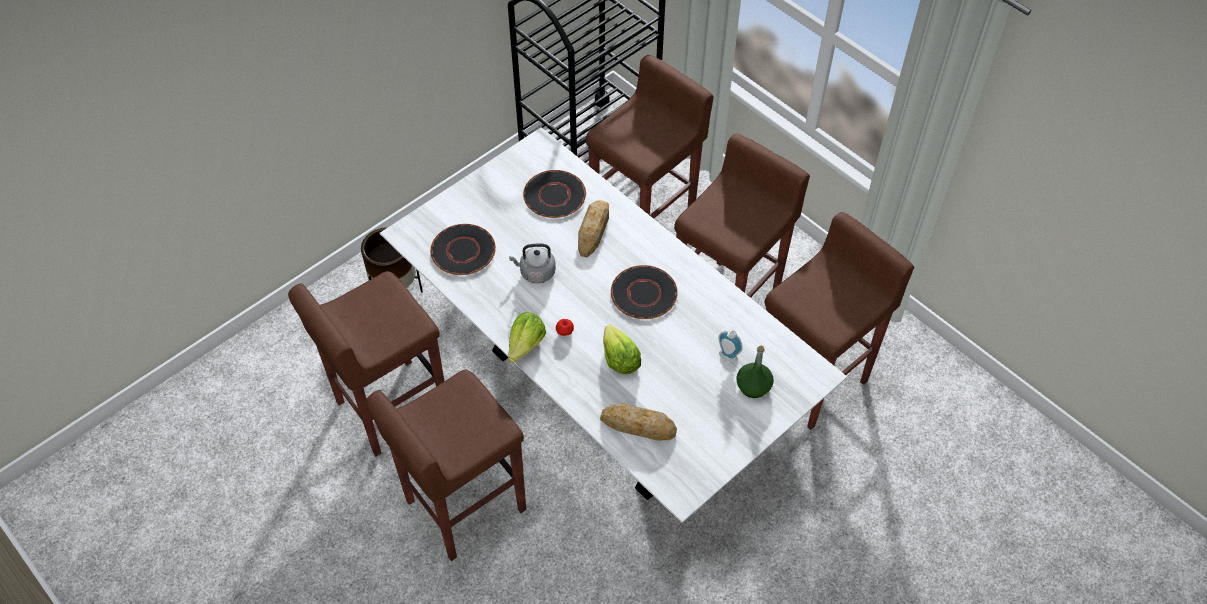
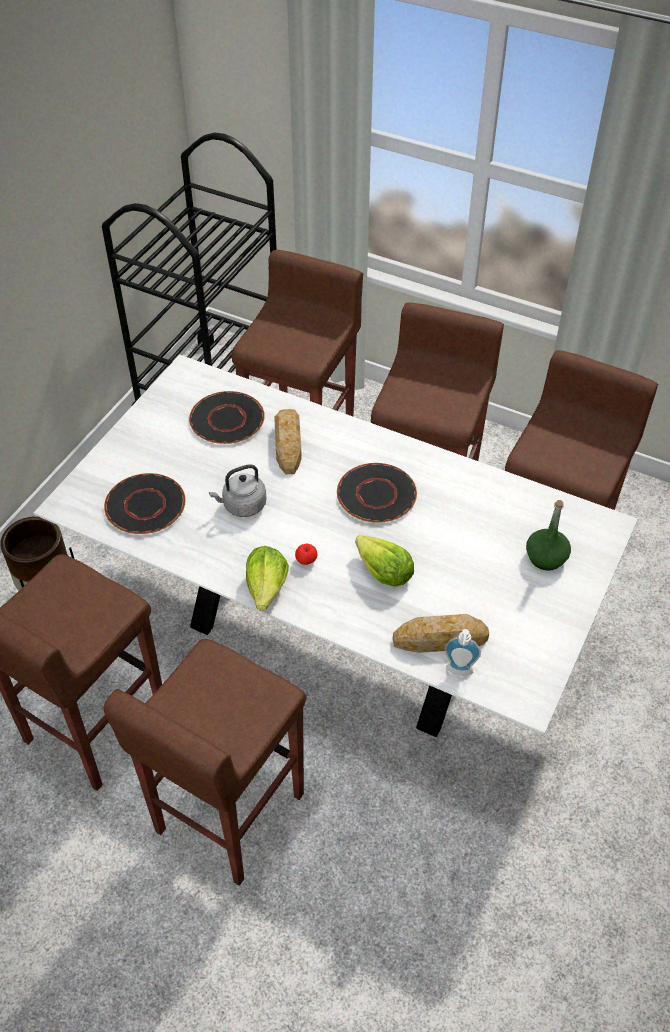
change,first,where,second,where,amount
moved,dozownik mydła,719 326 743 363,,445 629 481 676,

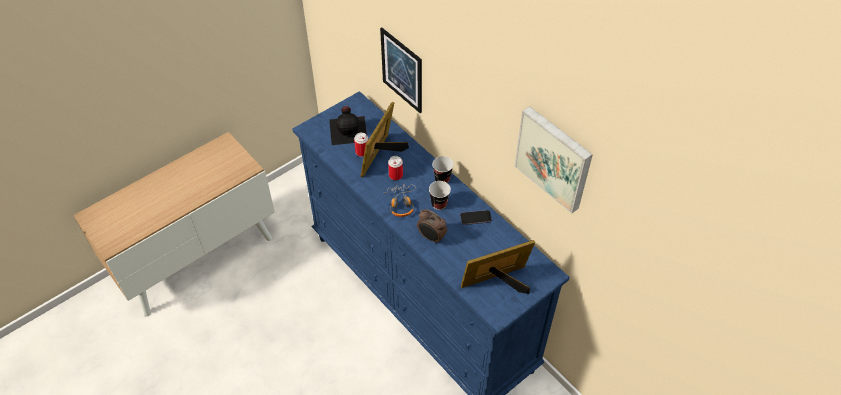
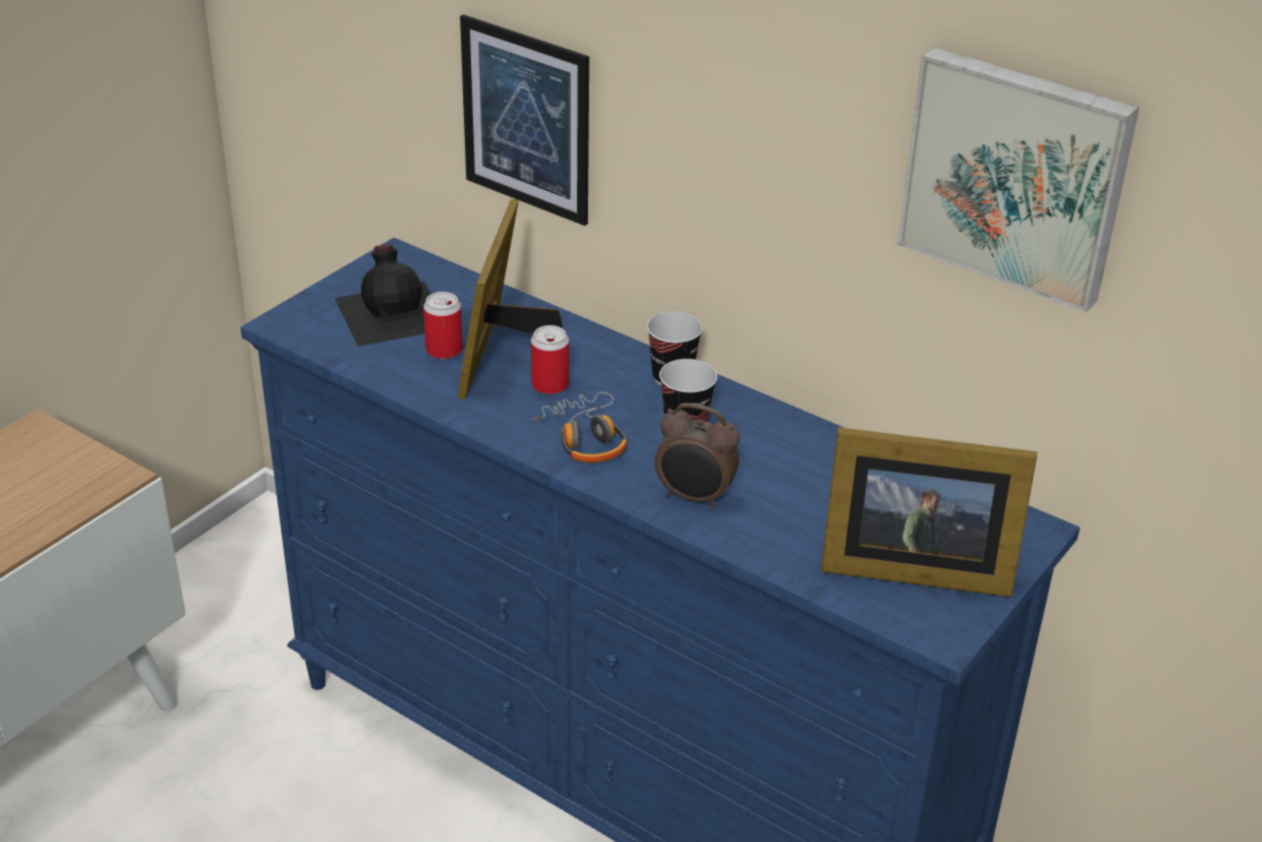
change,first,where,second,where,amount
removed,telefon,460 210 492 225,,,
turned,ramka na zdjęcie,461 240 535 294,,821 427 1037 597,135 degrees counterclockwise

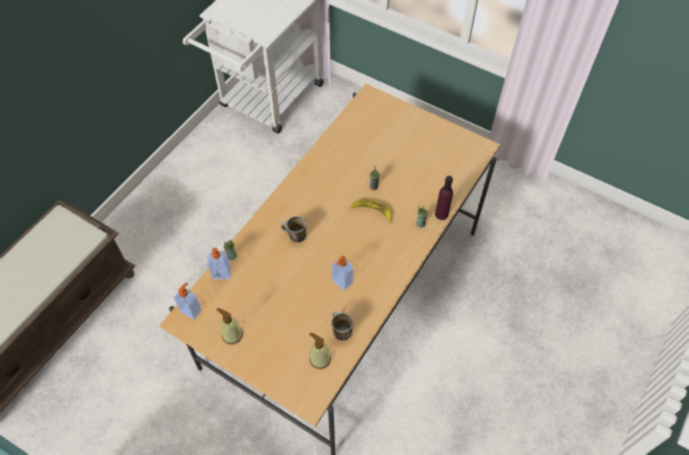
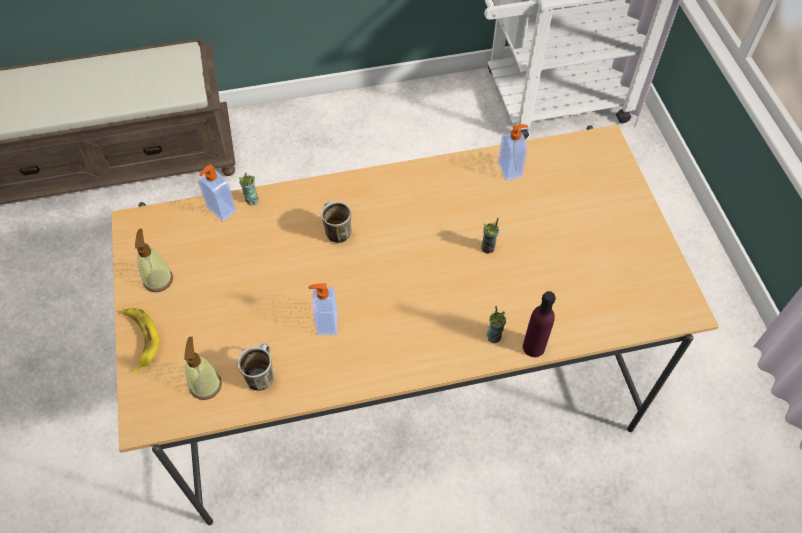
change,first,where,second,where,amount
moved,dozownik mydła,174 283 202 320,,498 124 528 181,
moved,banan,351 199 392 223,,122 308 159 373,

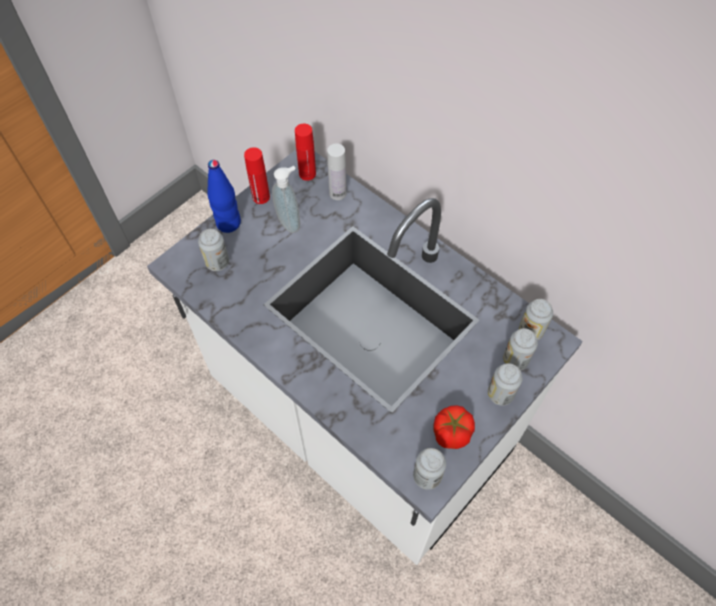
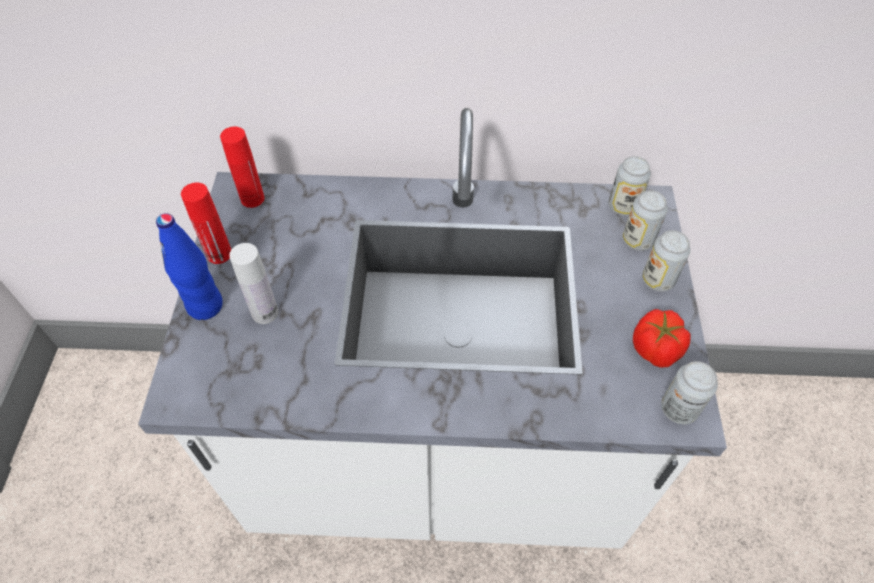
change,first,where,second,where,amount
removed,puszka,198 229 229 271,,,
removed,dozownik mydła,272 166 300 233,,,
moved,butelka/biały,327 143 347 200,,229 243 278 324,

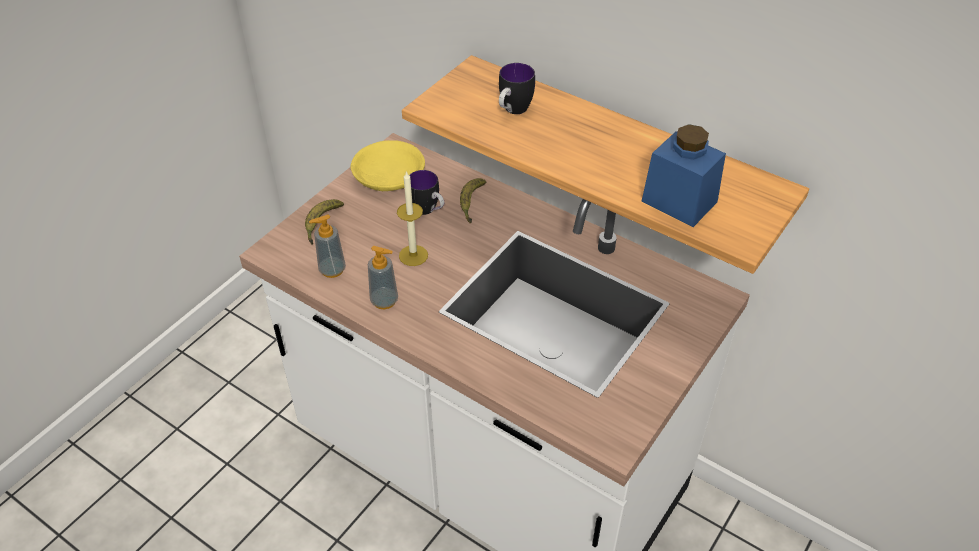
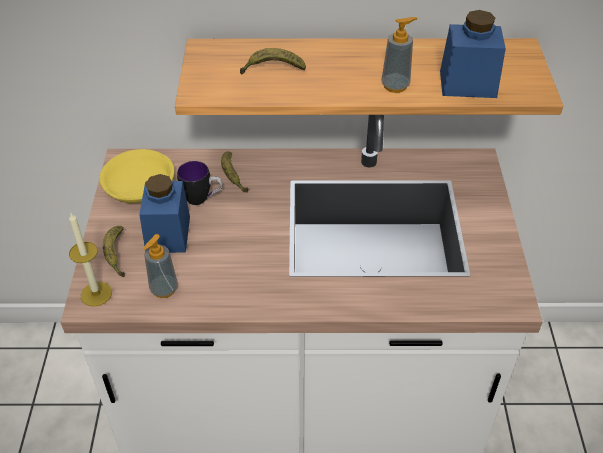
change,first,where,second,where,amount
added,,,słoik/niebieski,139 174 190 253,
moved,dozownik mydła,368 246 398 309,,381 17 418 93,
moved,świeca,397 171 428 266,,69 213 112 307,
replaced,kubek,499 63 535 114,banan,240 48 306 74,

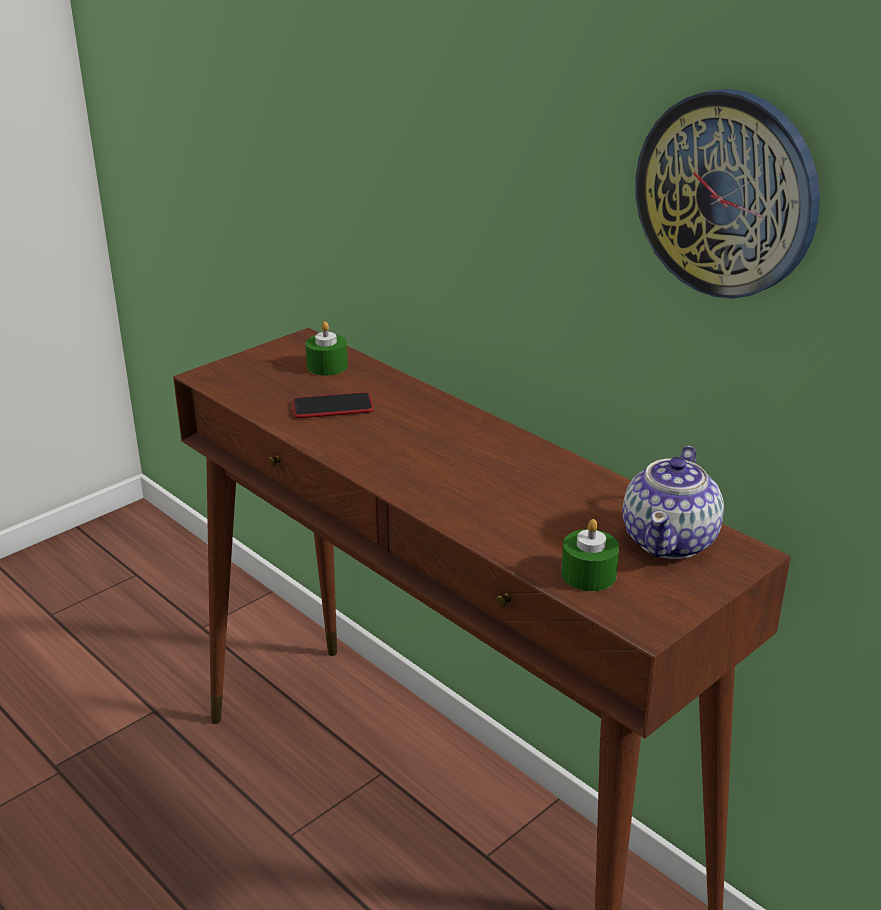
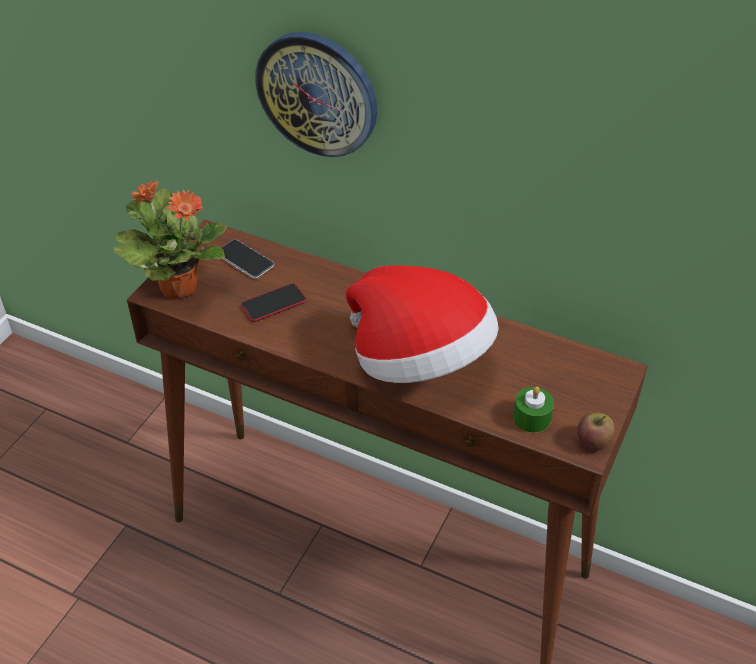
change,first,where,second,where,amount
removed,imbryk,622 446 724 559,,,
added,,,roślina doniczkowa,113 181 227 300,
added,,,kapelusz,346 265 499 383,
added,,,jabłko,577 412 615 451,
moved,zegar ścienny,635 89 820 299,,255 32 377 157,
replaced,świeca/zielony,305 321 348 376,telefon,221 239 274 279,

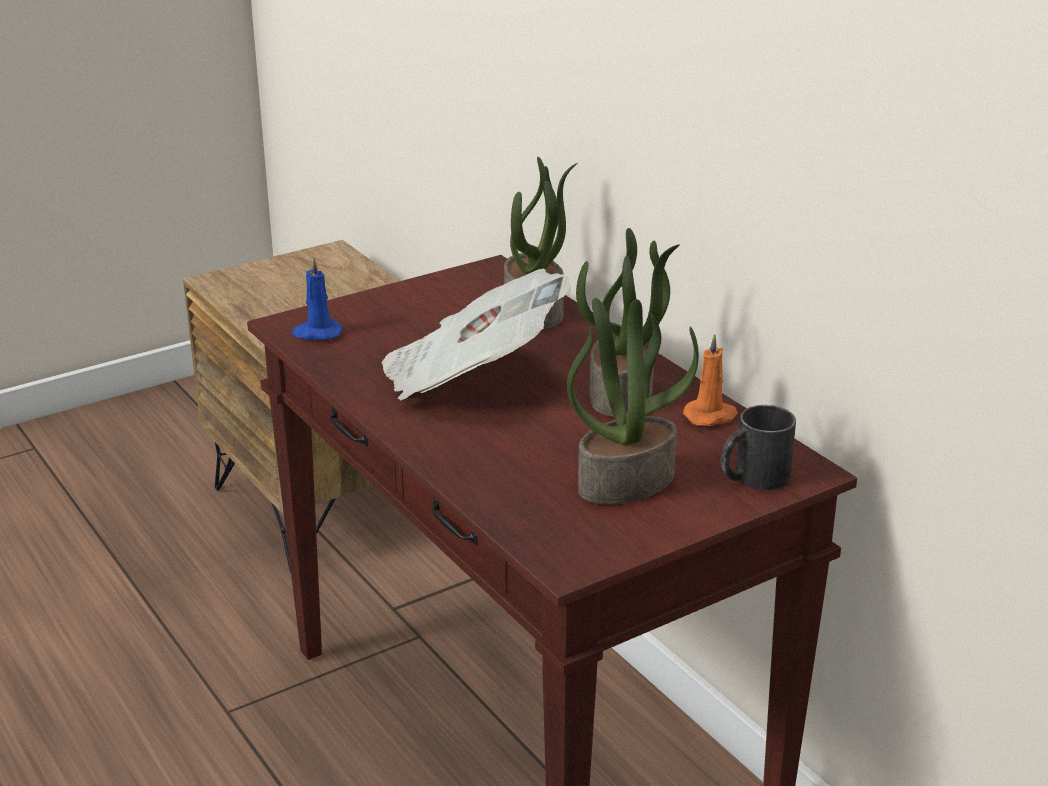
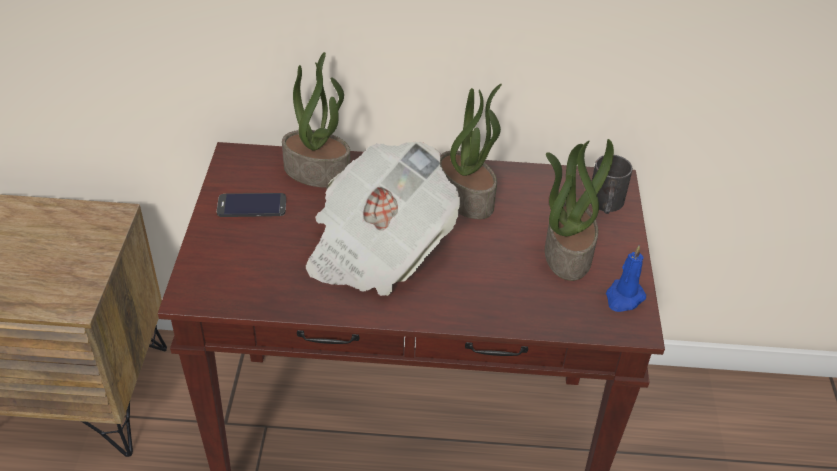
change,first,where,second,where,amount
removed,świeca/pomarańczowy,683 334 738 426,,,
added,,,telefon,217 193 286 217,
moved,świeca/niebieski,292 256 343 340,,606 245 646 312,

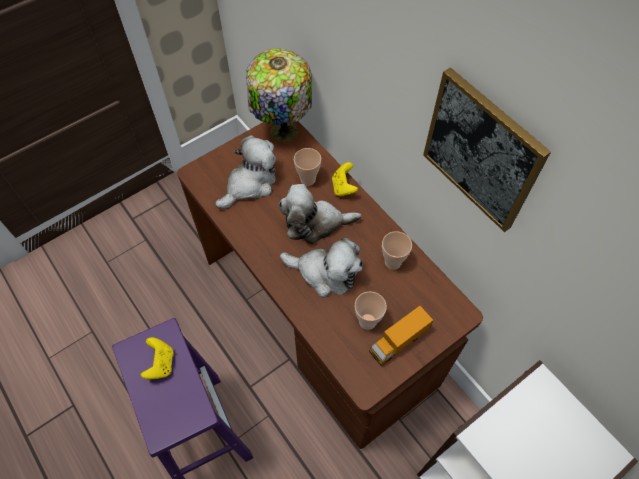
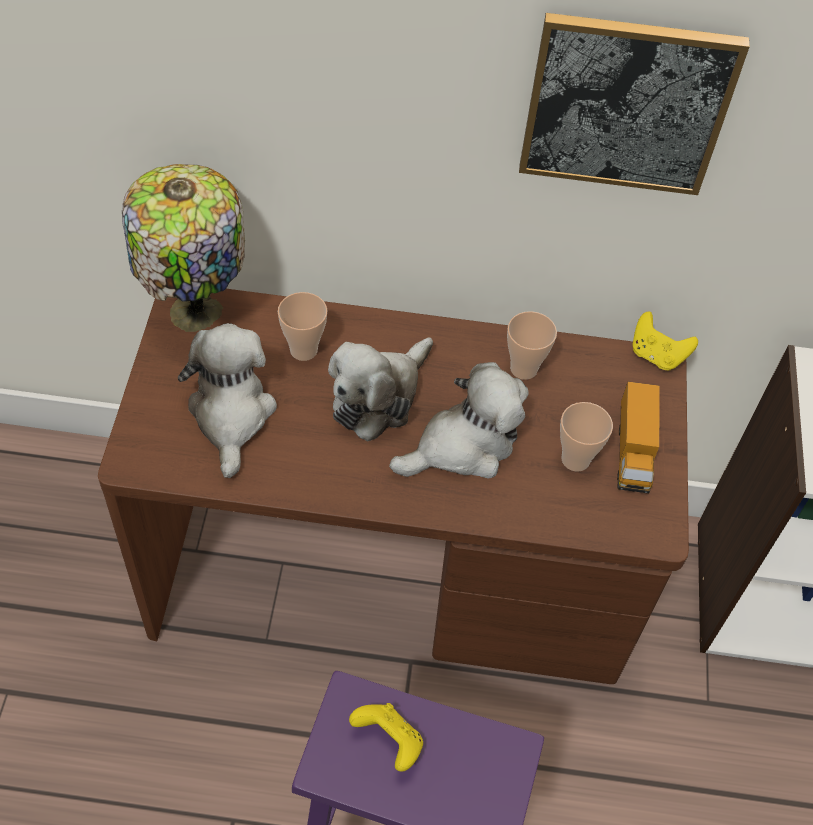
change,first,where,second,where,amount
moved,pad do gier/żółty,332 162 358 197,,632 312 698 370,

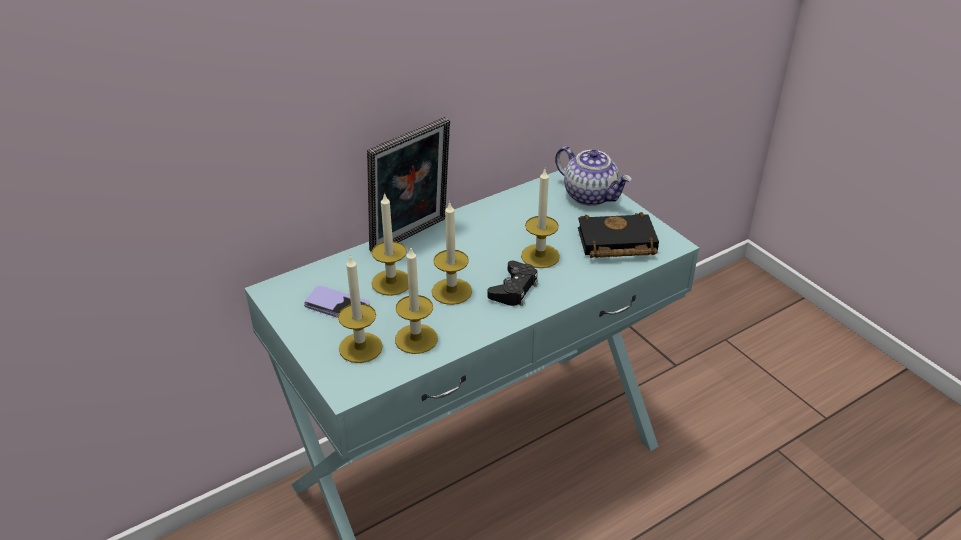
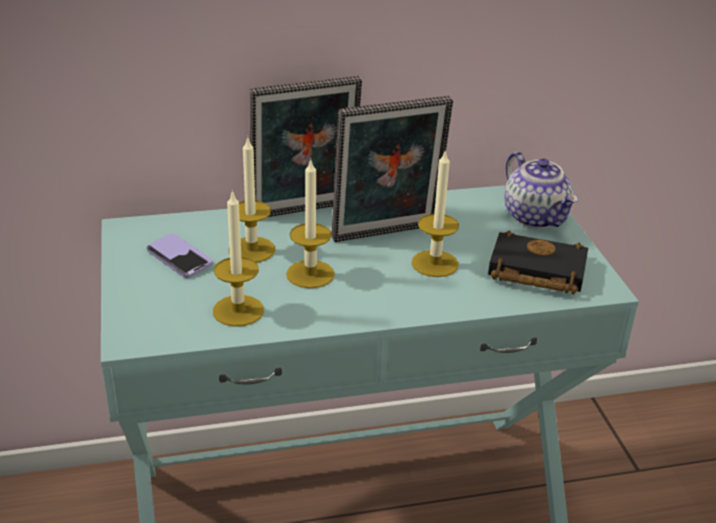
change,first,where,second,where,amount
removed,świeca,338 255 383 363,,,
removed,pad do gier/czarny,488 261 538 306,,,
added,,,ramka na zdjęcie,332 96 453 242,

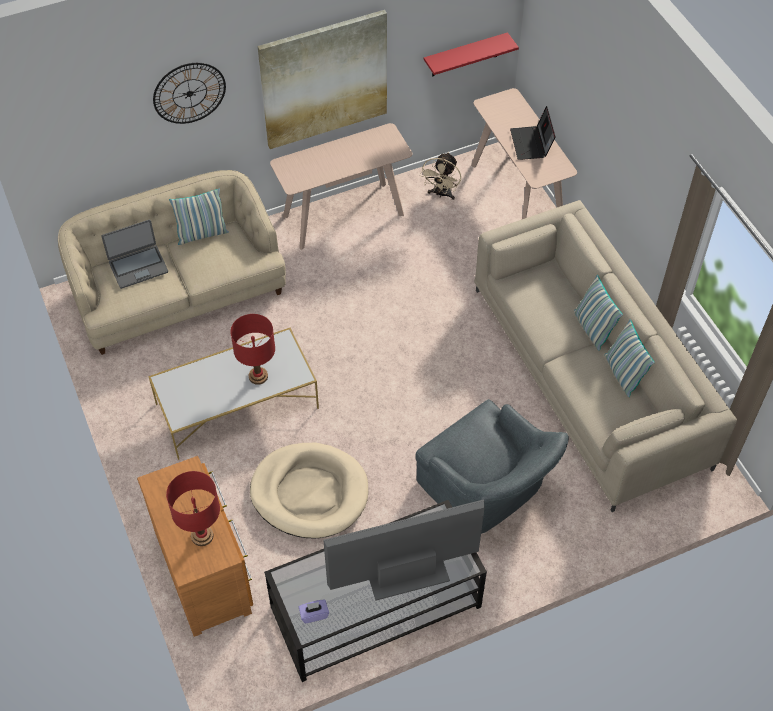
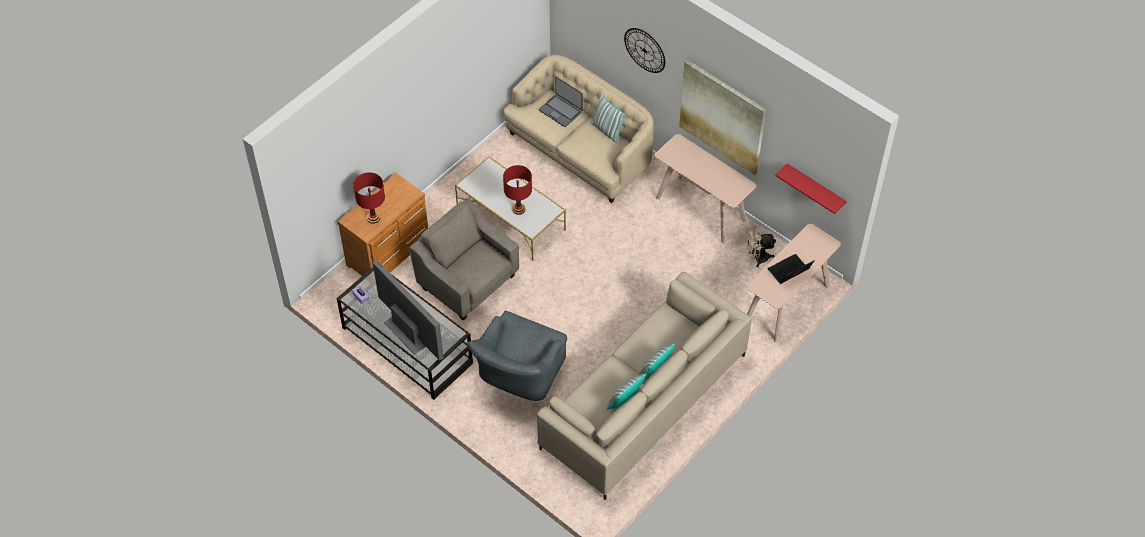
change,first,where,second,where,amount
replaced,legowisko/beżowy,250 443 368 538,fotel/szary,409 199 519 321,

